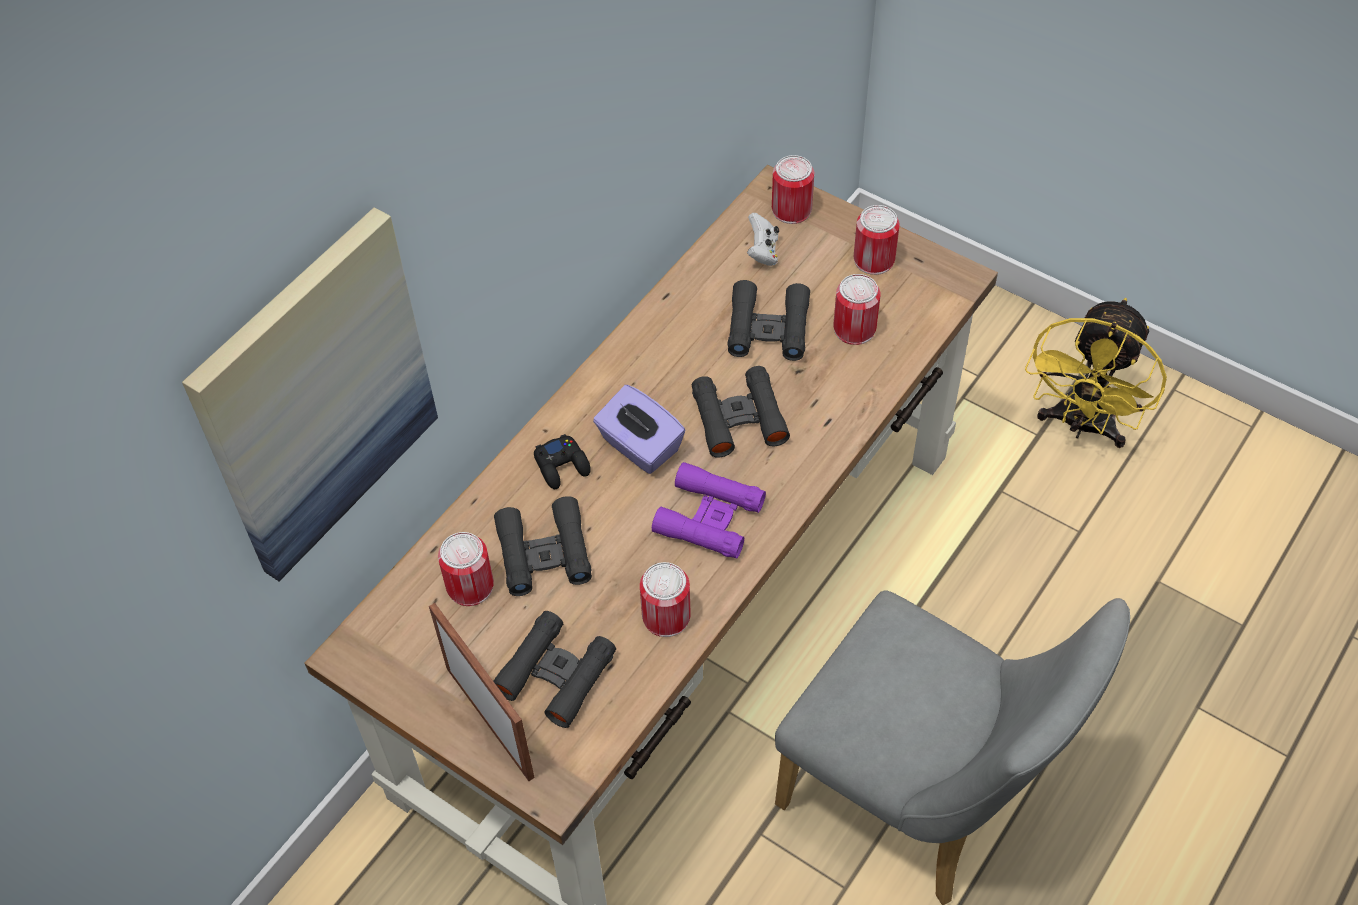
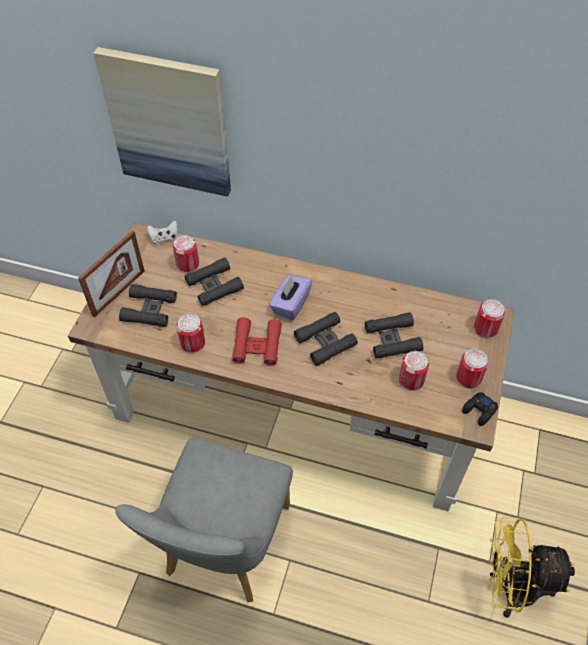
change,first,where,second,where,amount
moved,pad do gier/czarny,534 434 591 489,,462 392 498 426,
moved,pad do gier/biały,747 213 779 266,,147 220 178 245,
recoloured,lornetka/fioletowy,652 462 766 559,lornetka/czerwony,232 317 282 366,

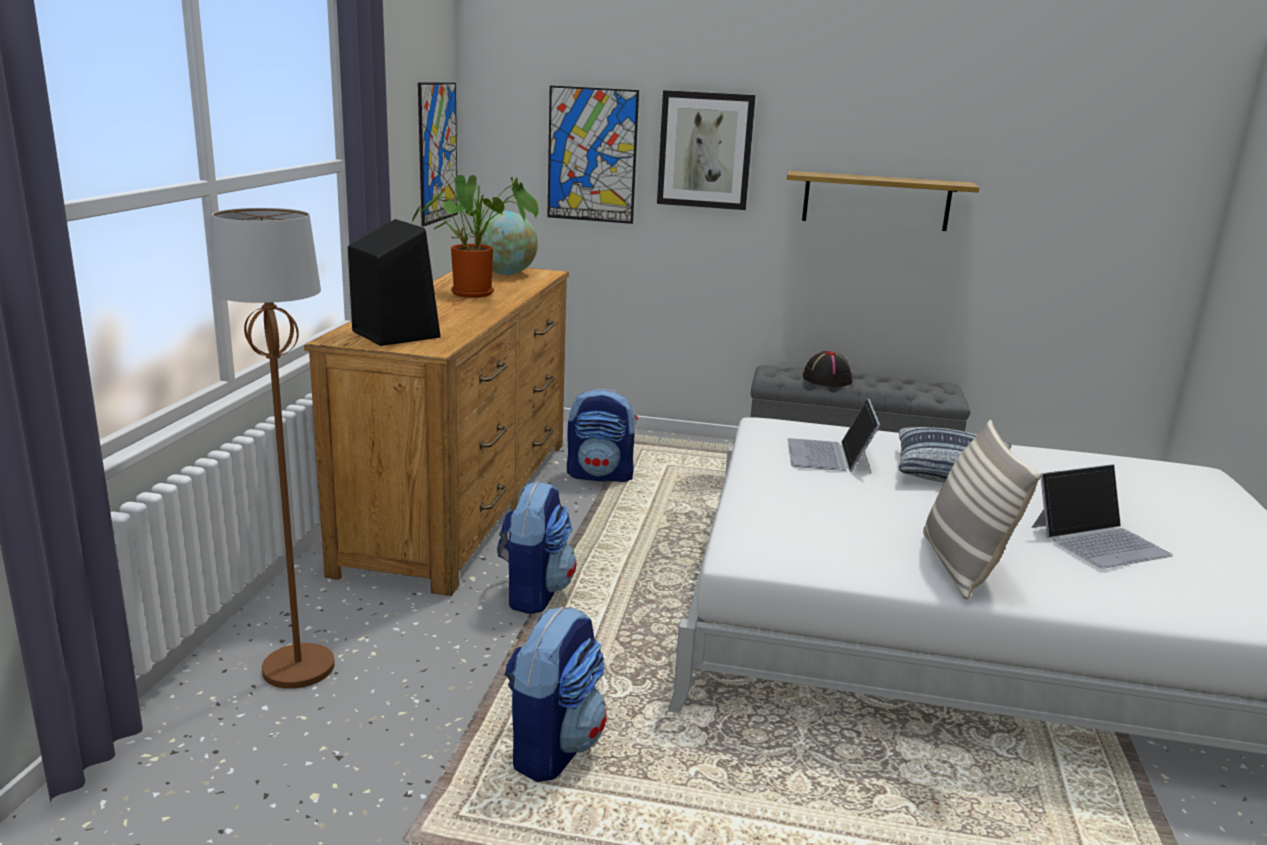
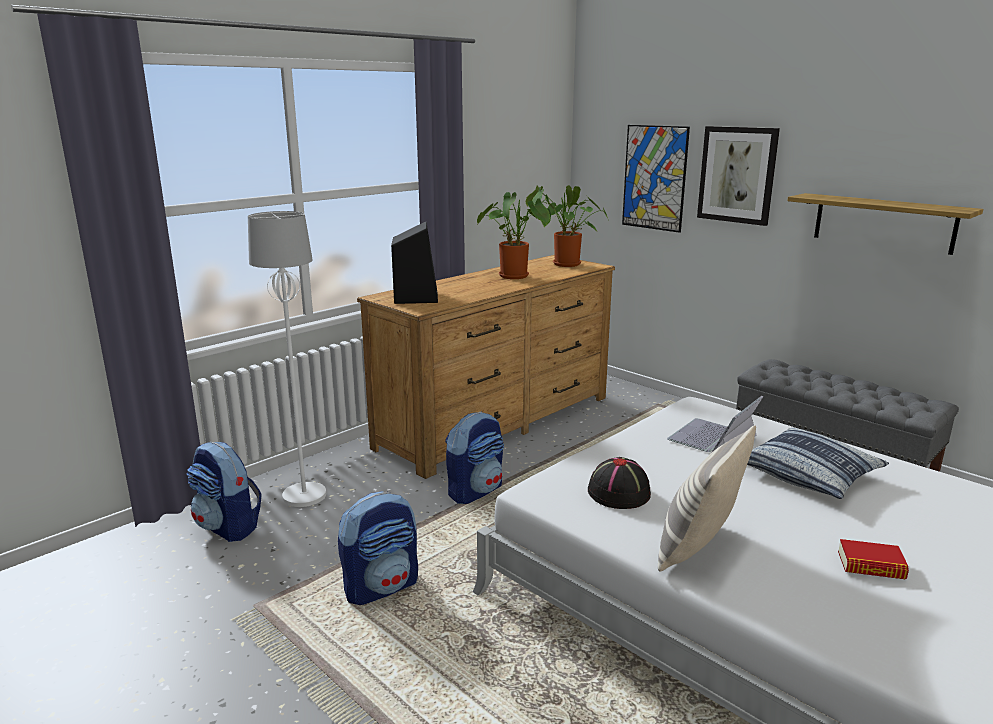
change,first,where,second,where,amount
removed,obraz,418 82 458 226,,,
moved,plecak,567 389 638 482,,187 442 262 542,
moved,kapelusz/czarny,803 351 852 387,,588 457 651 509,
replaced,globus,475 211 538 275,roślina doniczkowa,526 185 608 267,
replaced,laptop,1031 464 1173 569,książka,838 539 909 580,
recoloured,lampa stojąca/brązowy,212 208 335 689,lampa stojąca/biały,248 211 326 507,

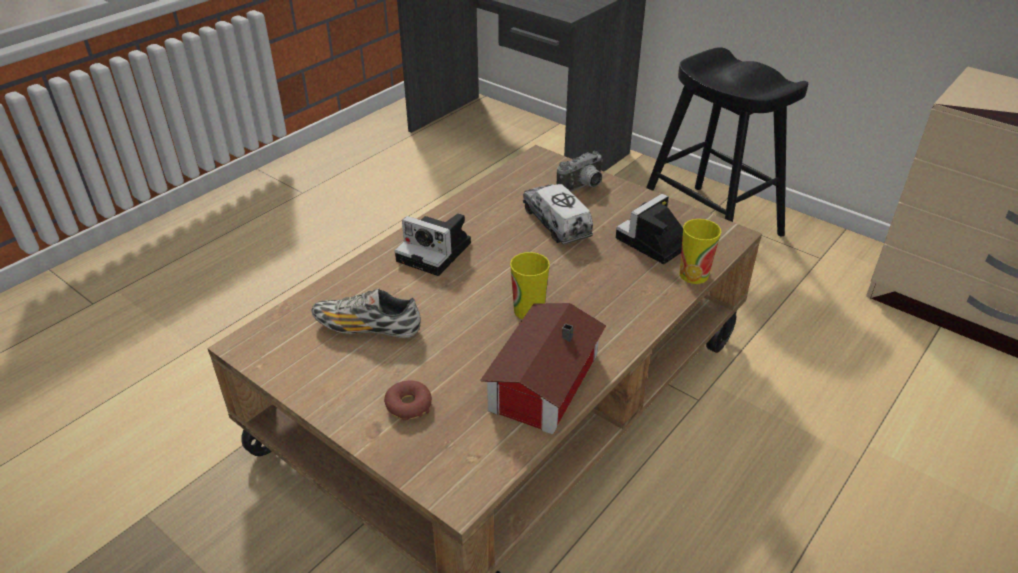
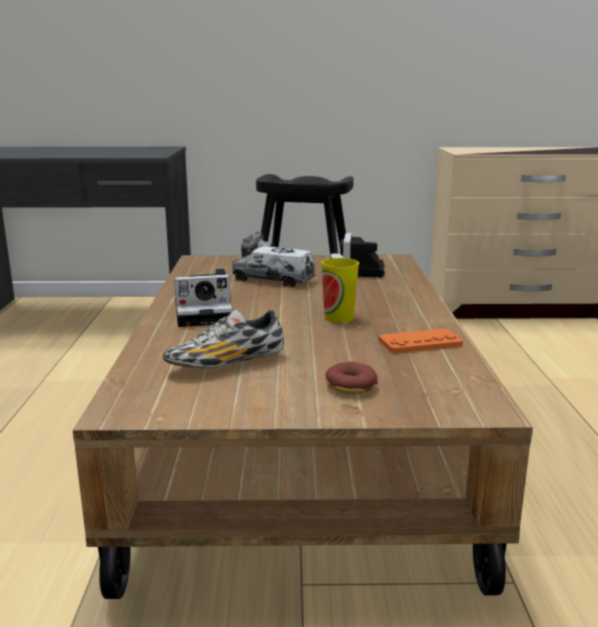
change,first,where,second,where,amount
removed,filiżanka,680 219 721 284,,,
replaced,domek,480 303 606 434,pad do gier/pomarańczowy,378 329 463 354,

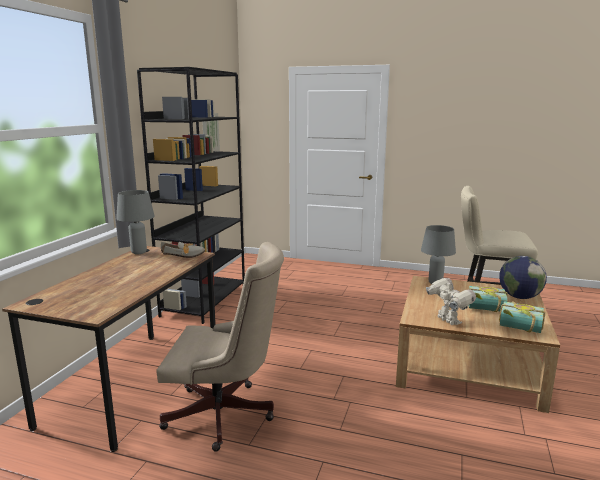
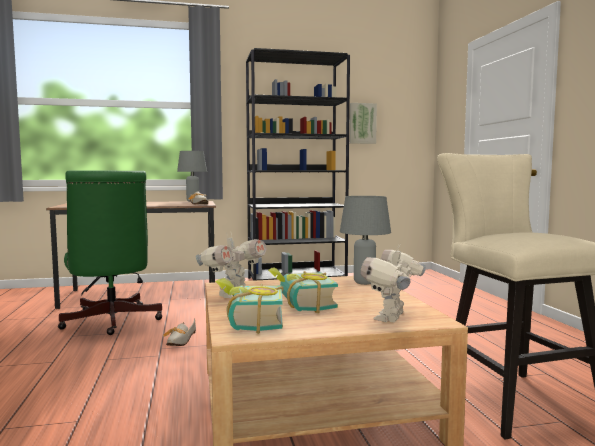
change,first,where,second,where,amount
added,,,but,163 318 196 346,
replaced,globus,499 256 547 299,robot zabawkowy,360 243 426 323,
recoloured,krzesło biurowe/beżowy,156 242 284 452,krzesło biurowe/zielony,58 171 162 335,

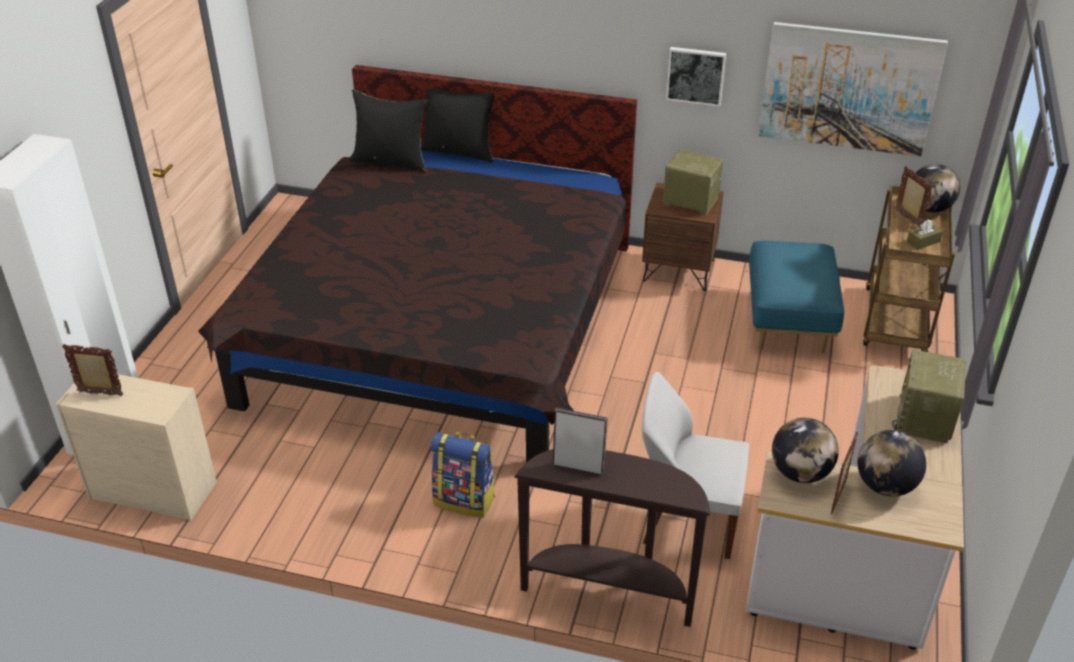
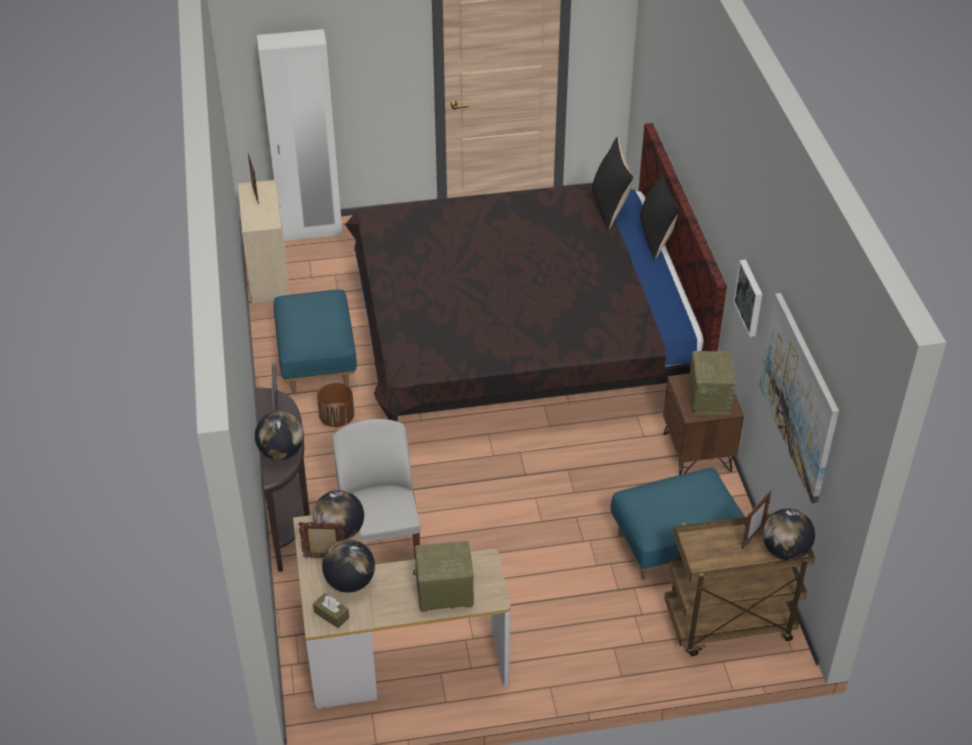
change,first,where,second,where,amount
added,,,globus,255 411 304 460,
added,,,pufa/niebieski,274 290 357 395,
moved,pudełko chusteczek/brązowy,907 219 943 250,,313 593 349 628,
replaced,plecak,430 432 495 518,donica/brązowy,317 383 354 427,

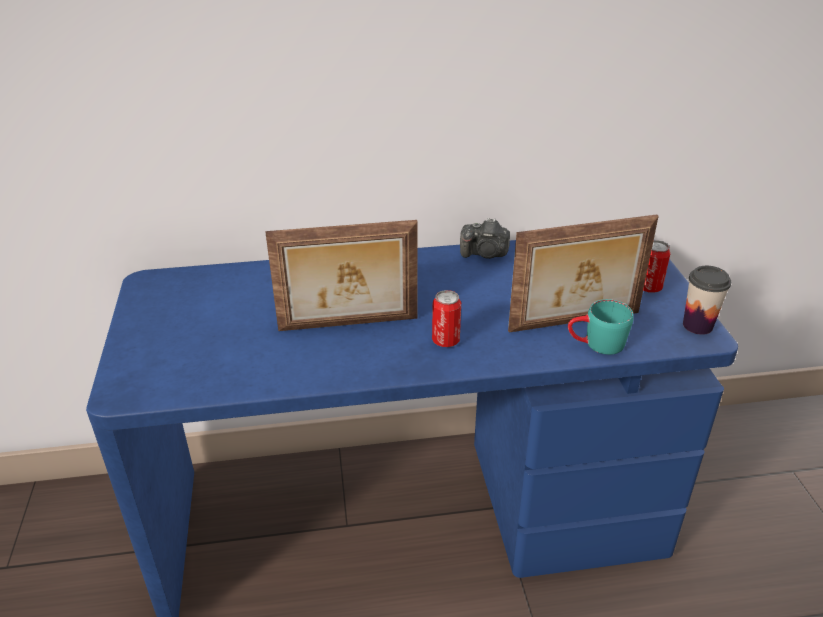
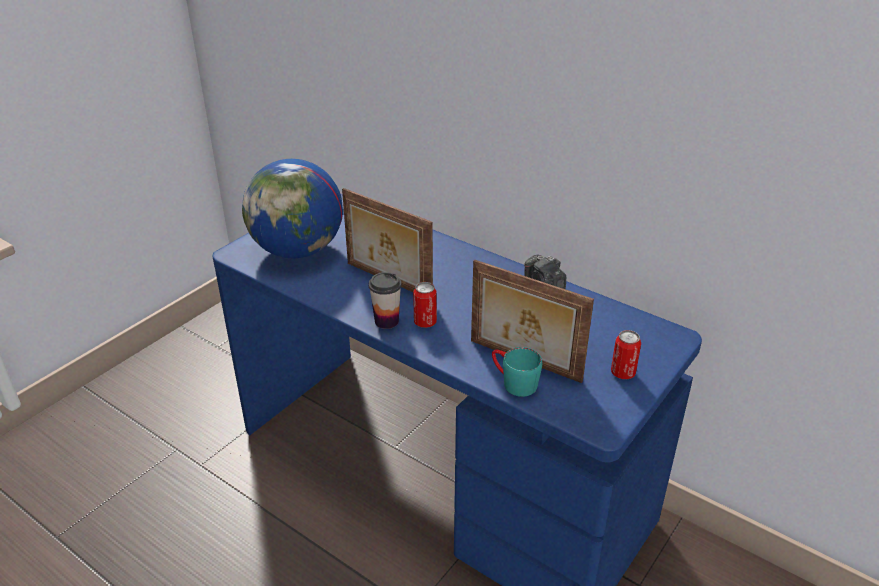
change,first,where,second,where,amount
added,,,globus,242 159 343 259,
moved,filiżanka,683 266 731 335,,369 272 402 329,

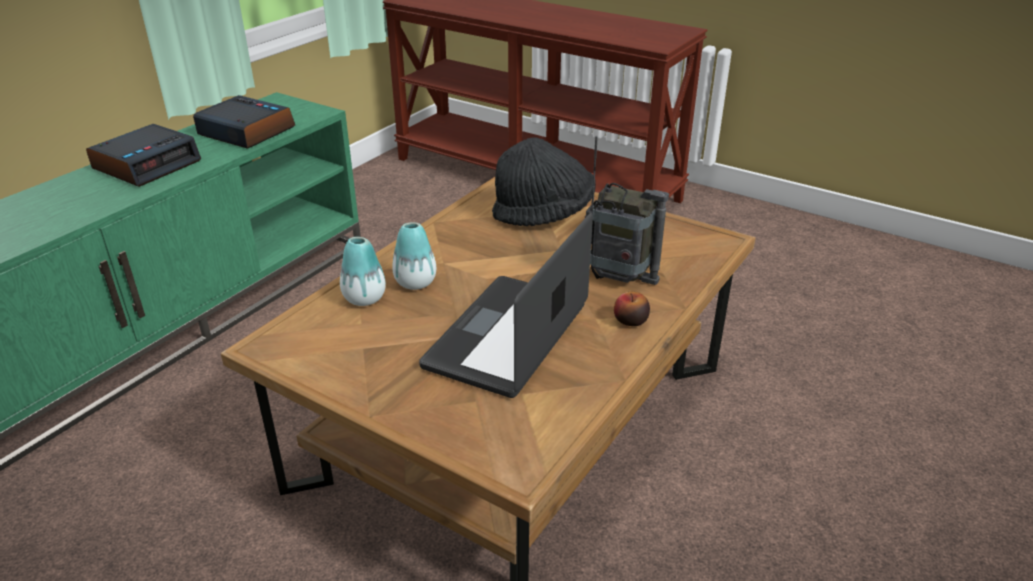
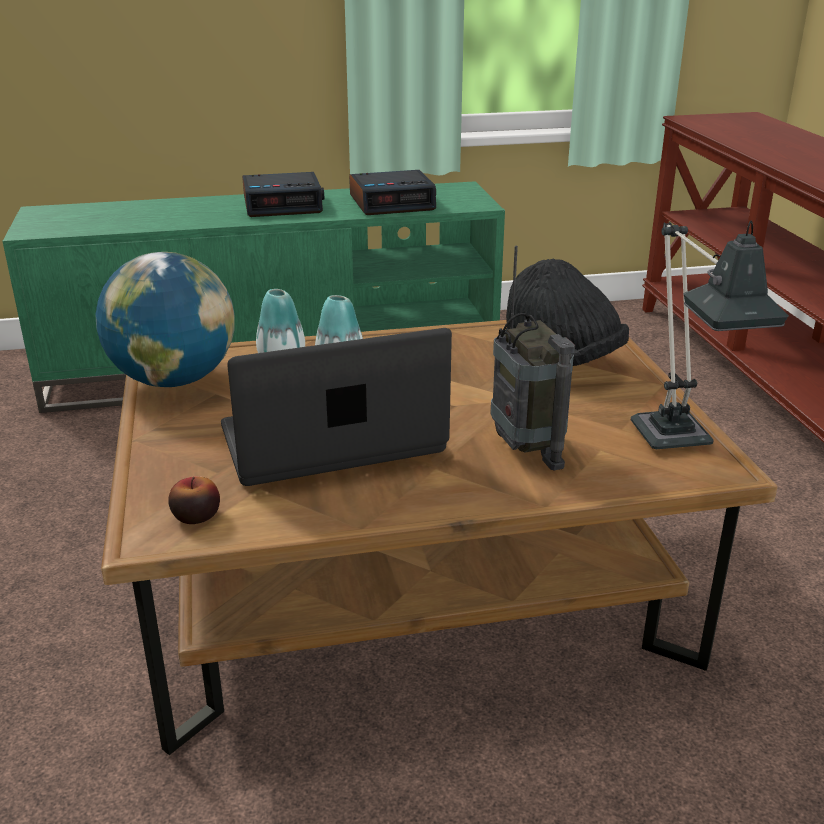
change,first,where,second,where,amount
added,,,globus,96 252 235 387,
added,,,lampa stołowa,631 221 789 449,
moved,jabłko,614 292 650 326,,168 476 220 524,
turned,budzik,193 95 295 149,,349 170 436 215,90 degrees clockwise

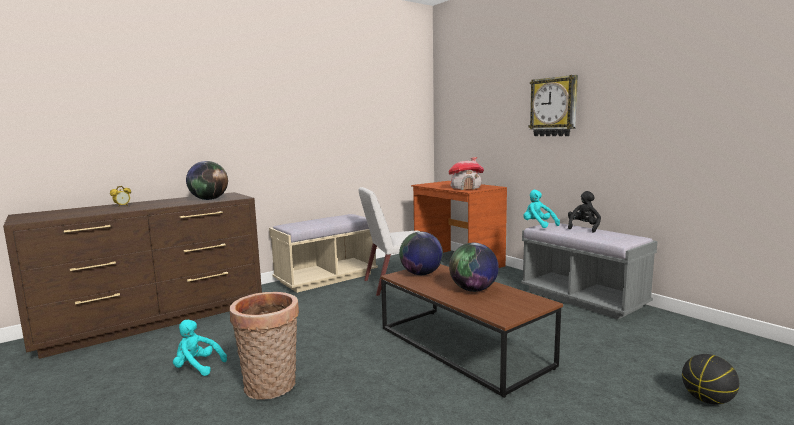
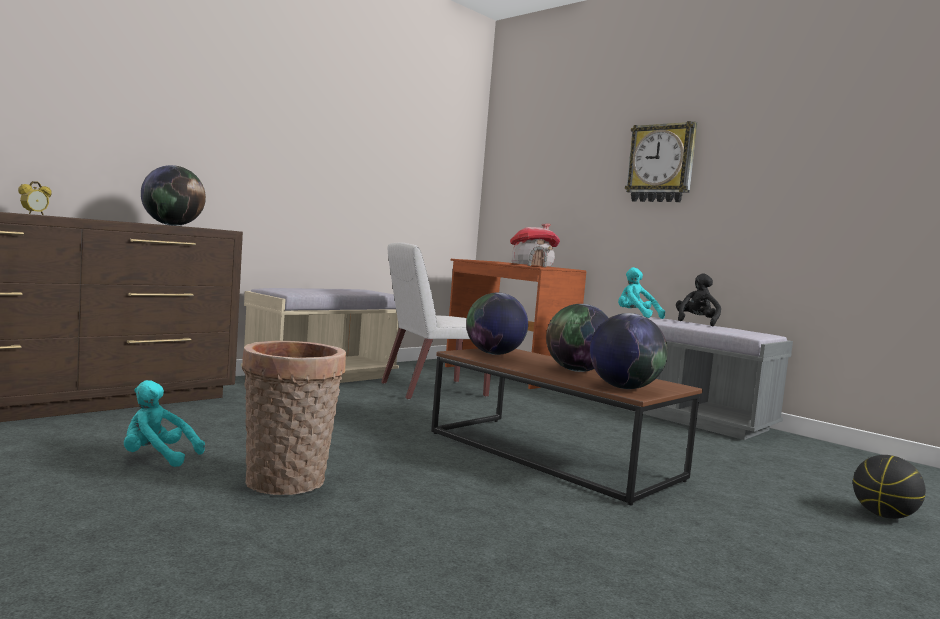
change,first,where,second,where,amount
added,,,globus,590 313 668 389,

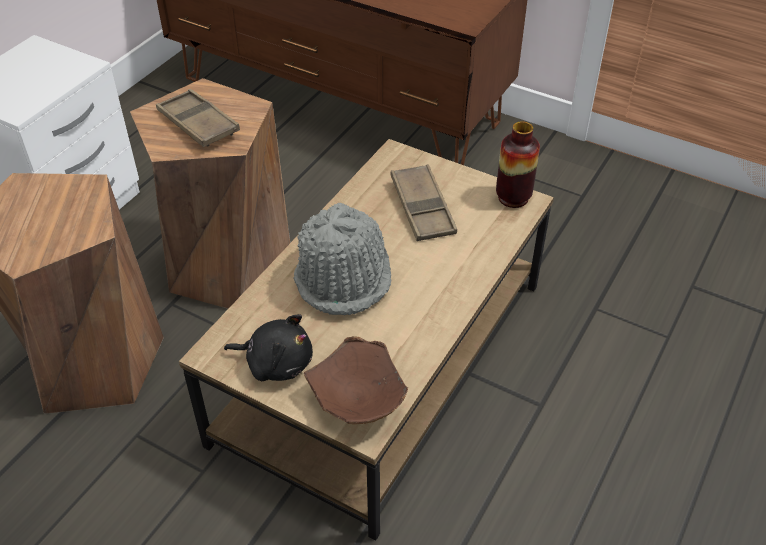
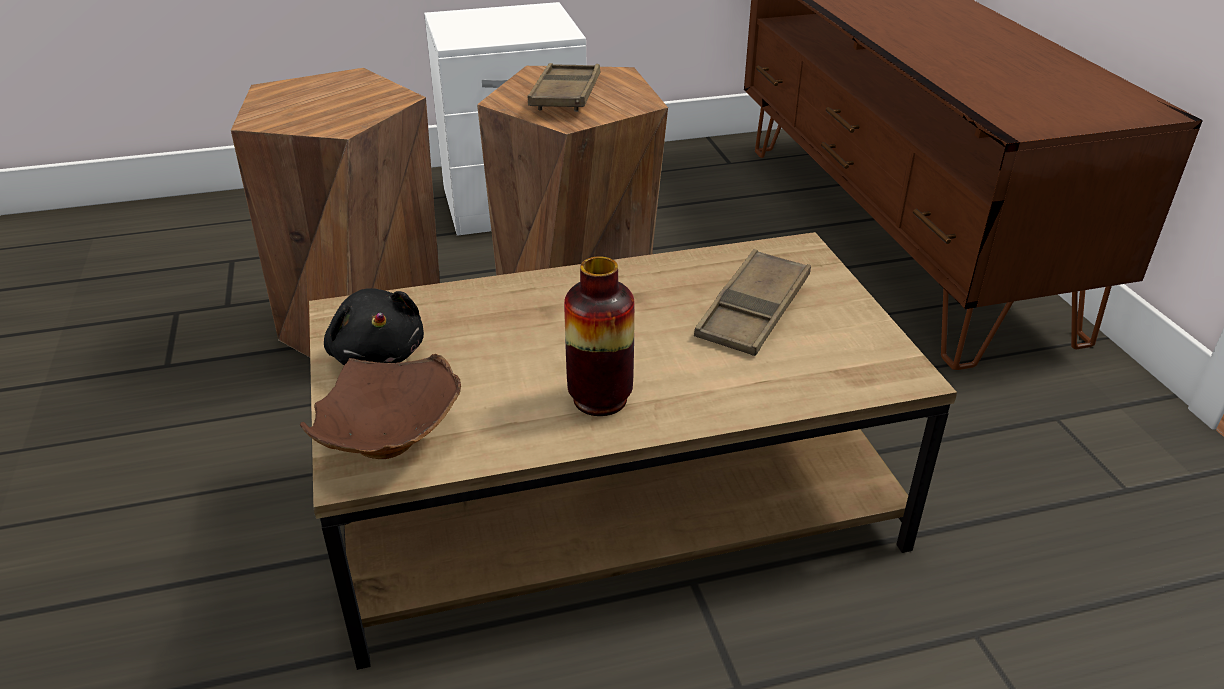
change,first,where,second,where,amount
removed,kapelusz/szary,294 203 392 315,,,
moved,wazon,496 121 540 208,,564 256 635 416,

